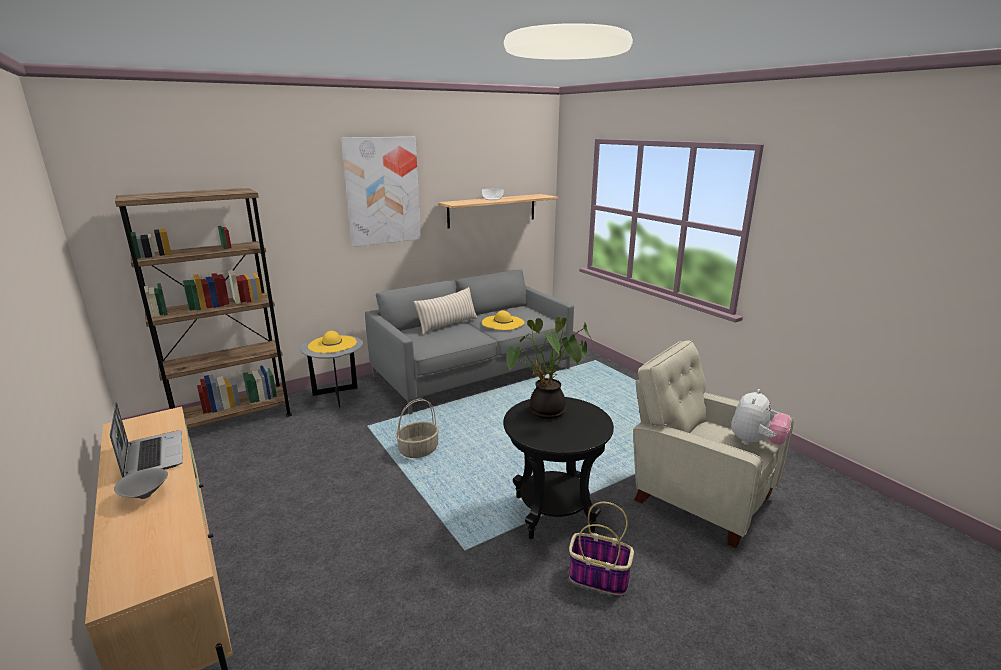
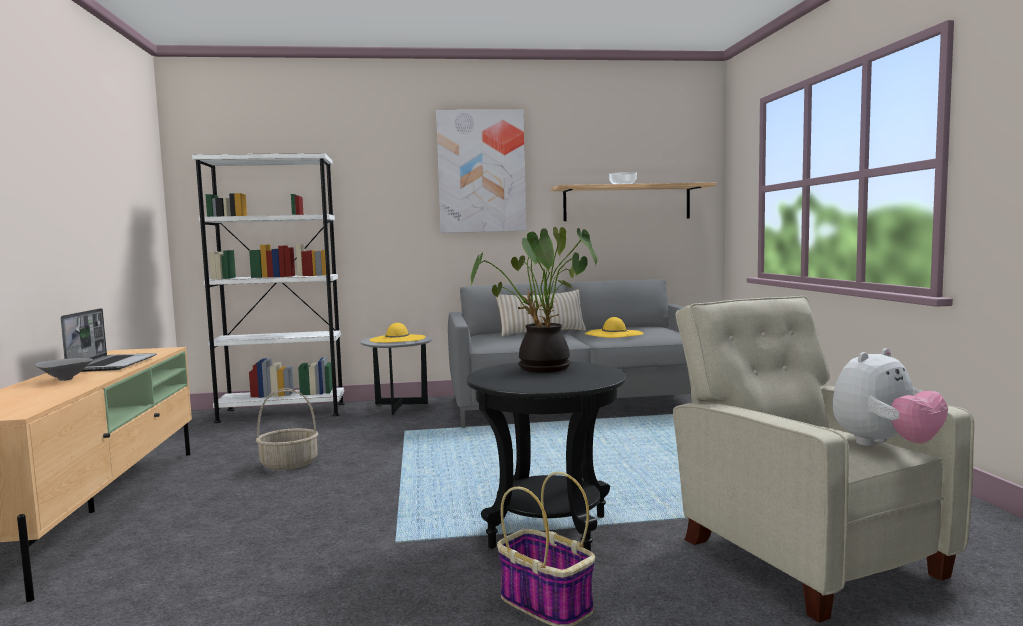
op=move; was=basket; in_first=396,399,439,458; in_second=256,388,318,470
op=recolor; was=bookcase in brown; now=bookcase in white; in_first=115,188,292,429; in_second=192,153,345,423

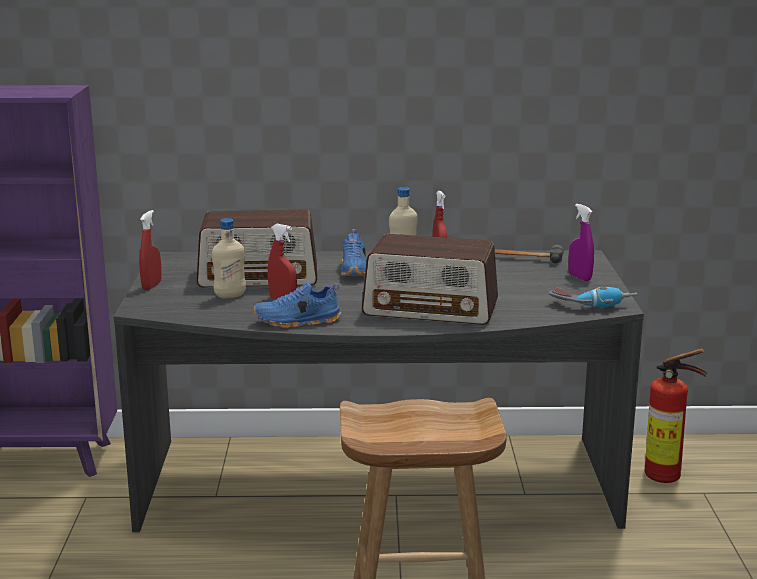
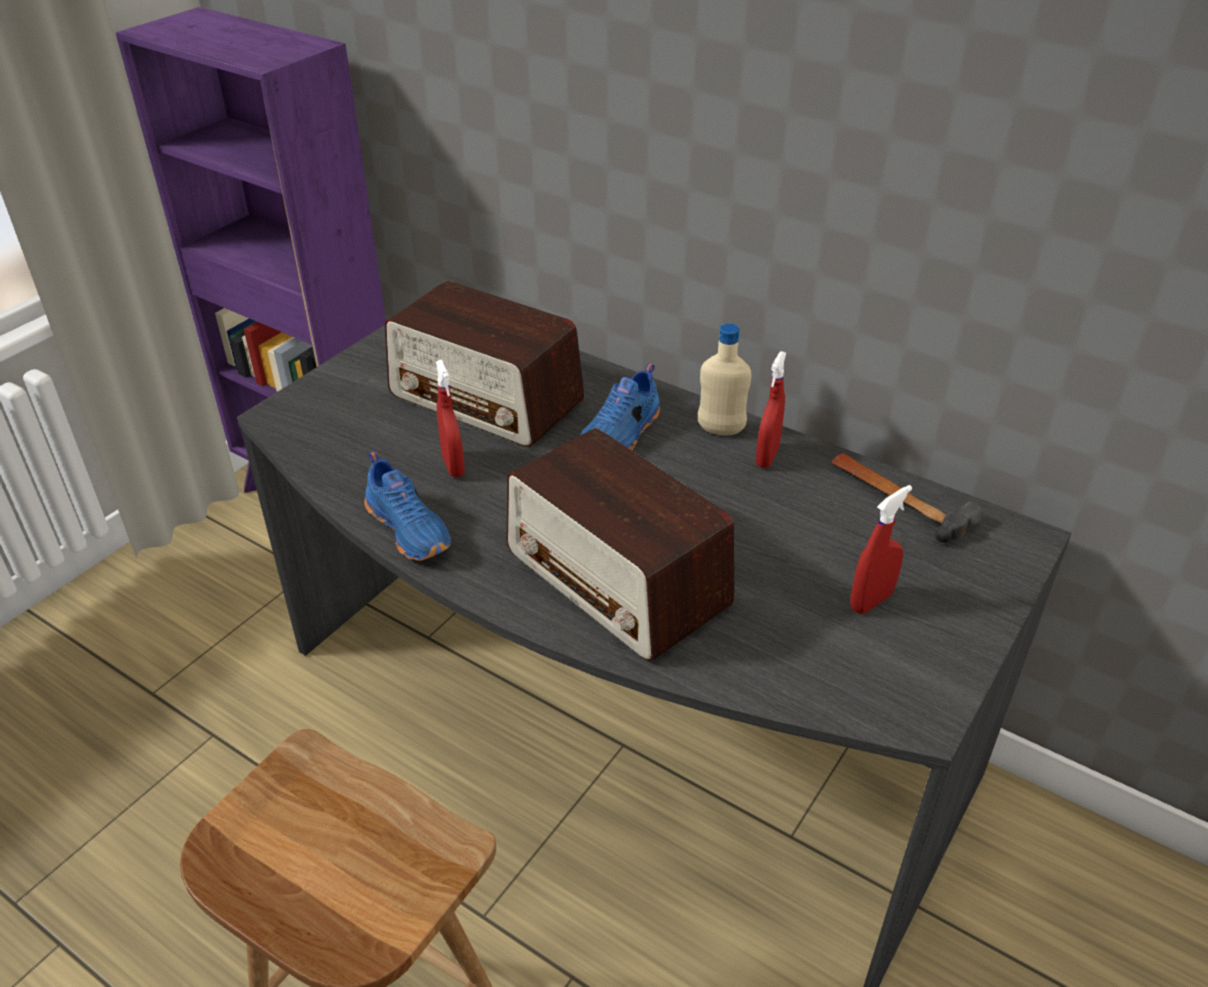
op=delete; was=bottle in beige; in_first=212,218,246,298
op=delete; was=power drill; in_first=549,286,637,309
op=delete; was=spray bottle in purple; in_first=568,204,594,281
op=delete; was=fire extinguisher; in_first=645,348,707,483
op=move; was=spray bottle in red; in_first=139,210,162,290; in_second=851,485,912,614
op=rotate; was=shoe in blue; in_first=253,282,342,328; in_second=364,452,451,561; clockwise=-150

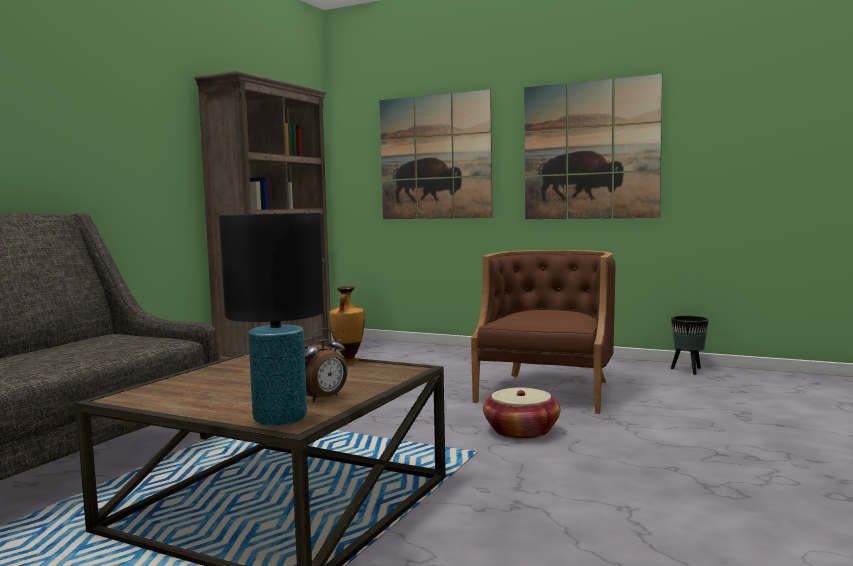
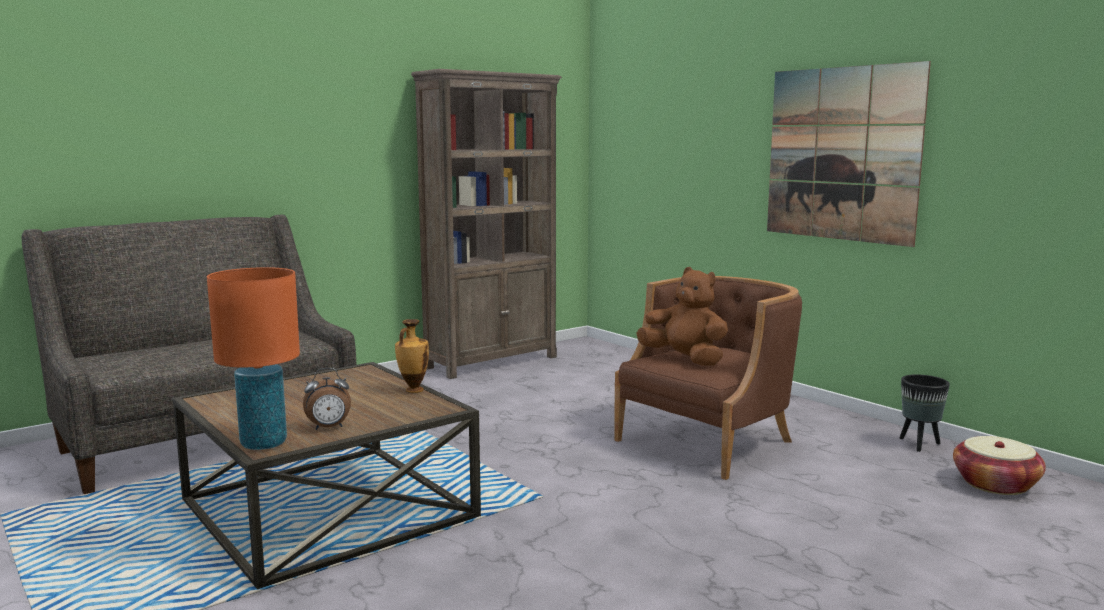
op=delete; was=picture; in_first=379,89,493,219
op=insert; now=plush toy in brown; in_second=636,267,728,366
op=move; was=basket; in_first=483,387,560,440; in_second=953,436,1046,495
op=recolor; was=table lamp in black; now=table lamp in orange; in_first=219,213,324,426; in_second=207,267,300,450

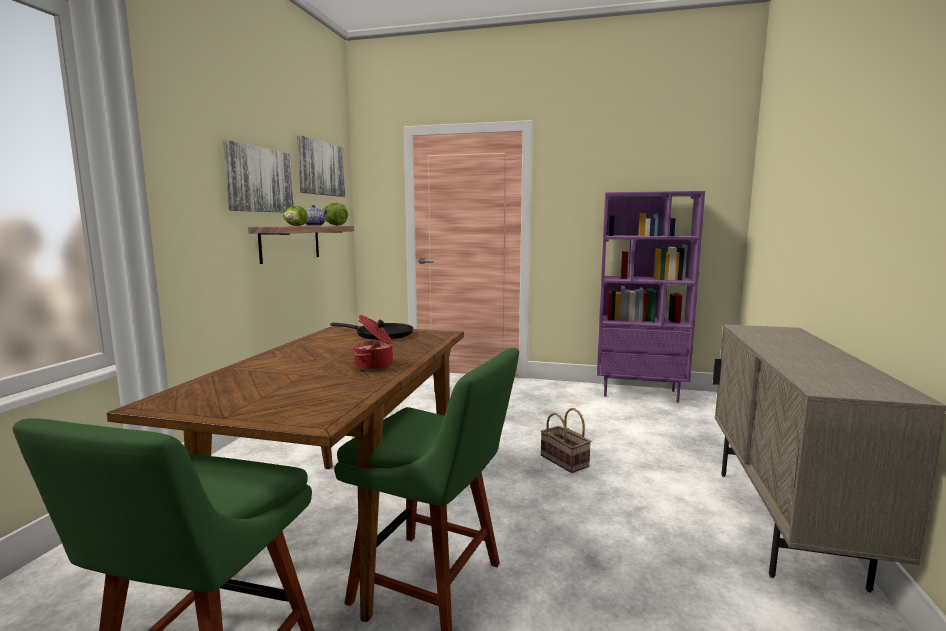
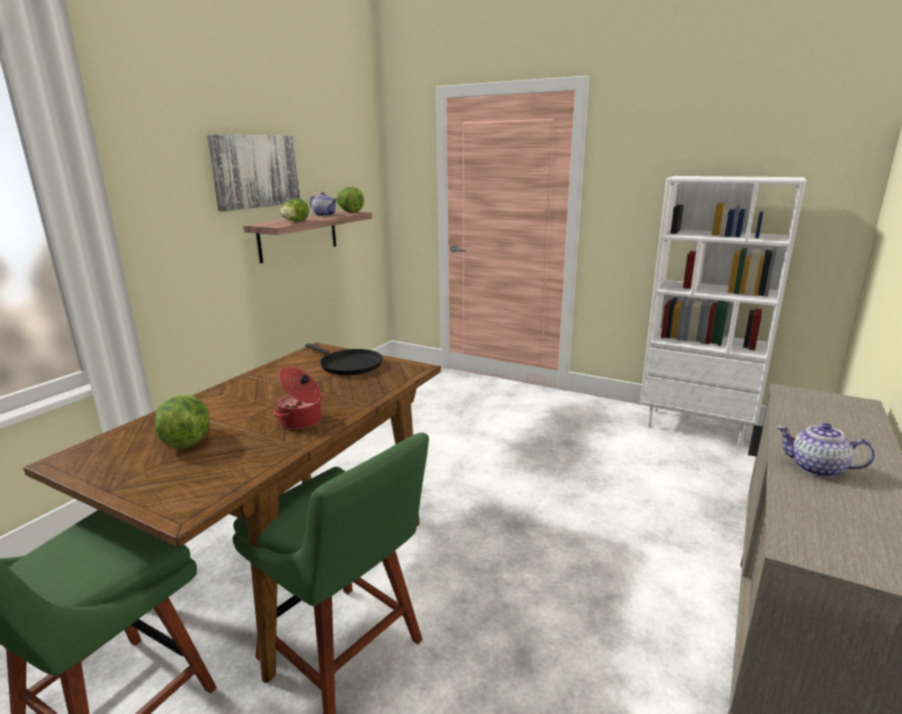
op=delete; was=picture; in_first=297,135,345,197
op=delete; was=basket; in_first=541,408,591,473
op=insert; now=lettuce; in_second=155,395,210,449
op=insert; now=teapot; in_second=776,423,875,478
op=recolor; was=bookcase in purple; now=bookcase in white; in_first=597,191,705,402; in_second=640,176,806,446

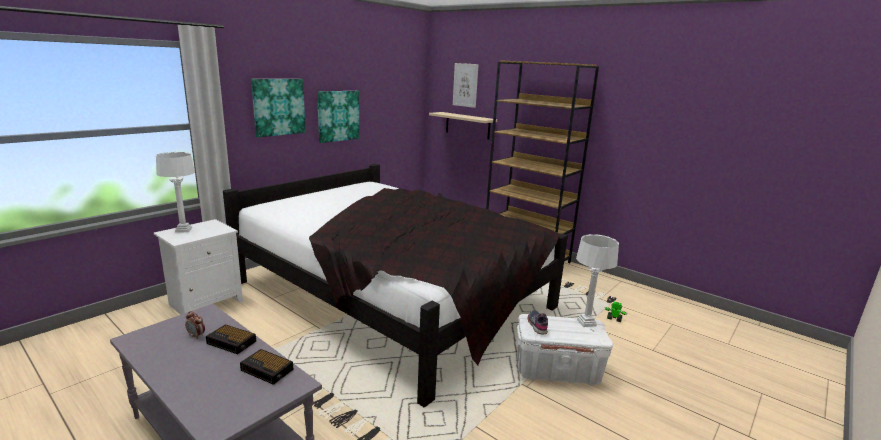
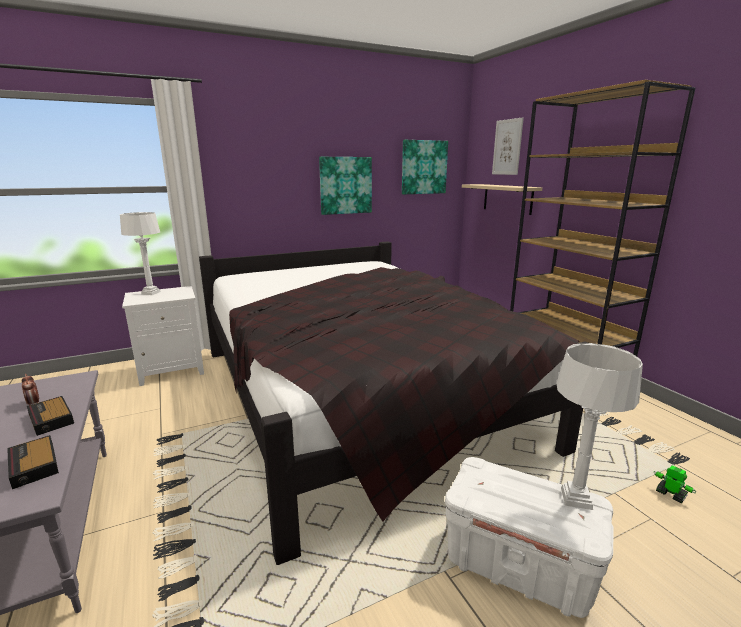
op=delete; was=shoe in grey; in_first=528,310,548,334
op=move; was=picture; in_first=251,79,306,137; in_second=402,140,448,194

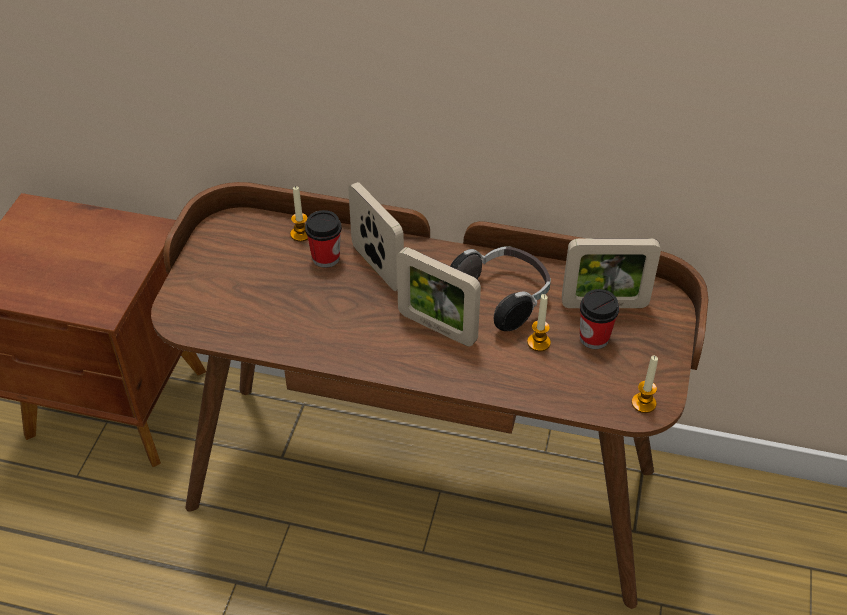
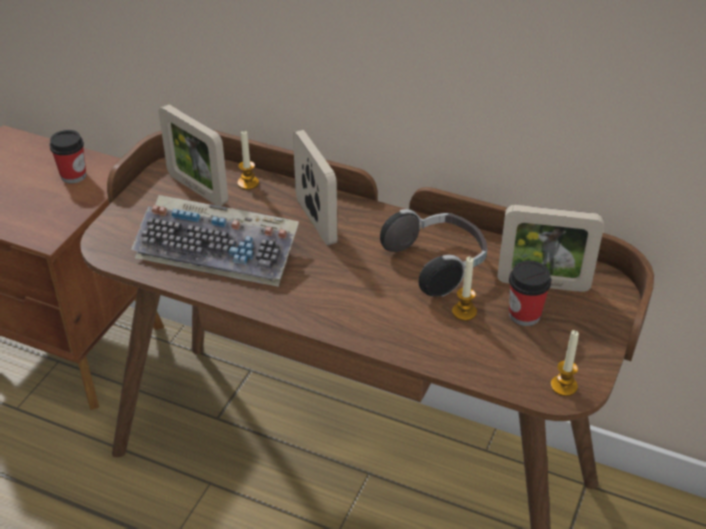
op=insert; now=keyboard; in_second=131,195,299,287
op=move; was=cup; in_first=305,210,342,268; in_second=49,130,86,183
op=move; was=picture frame; in_first=397,247,481,346; in_second=159,104,228,206

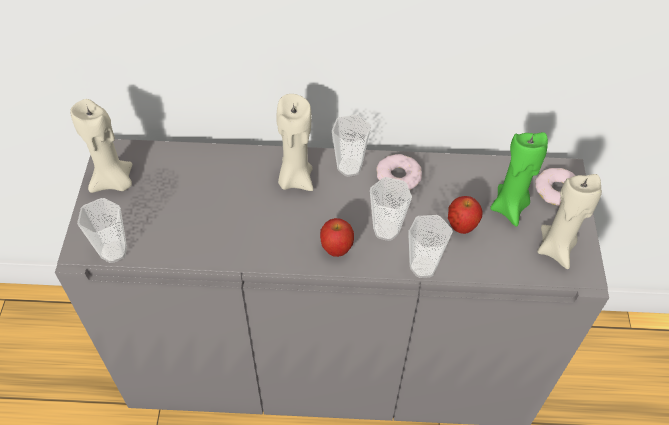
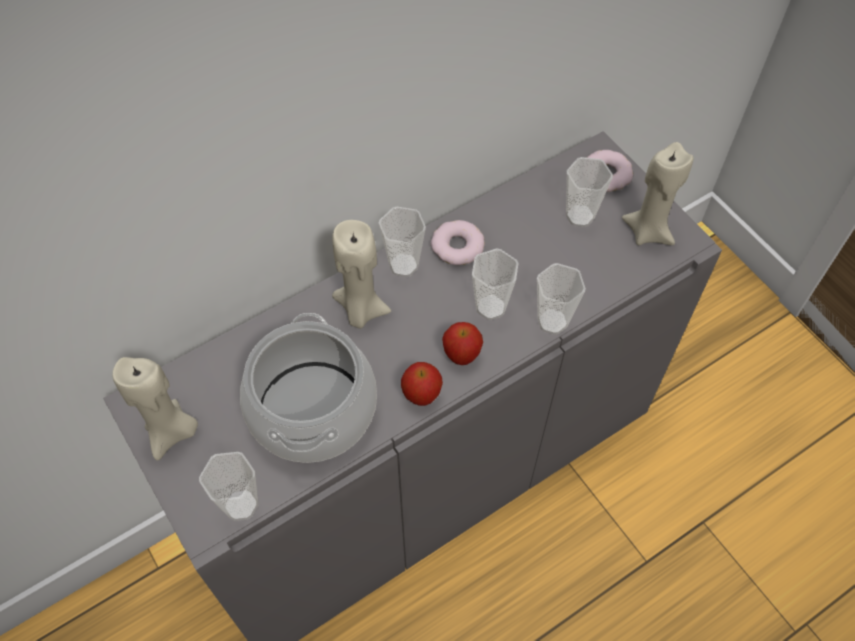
op=insert; now=cooking pot; in_second=240,313,377,463
op=move; was=apple; in_first=448,196,483,234; in_second=401,362,443,406
op=replace; was=candle in green; now=cup; in_first=490,132,548,227; in_second=566,157,613,227

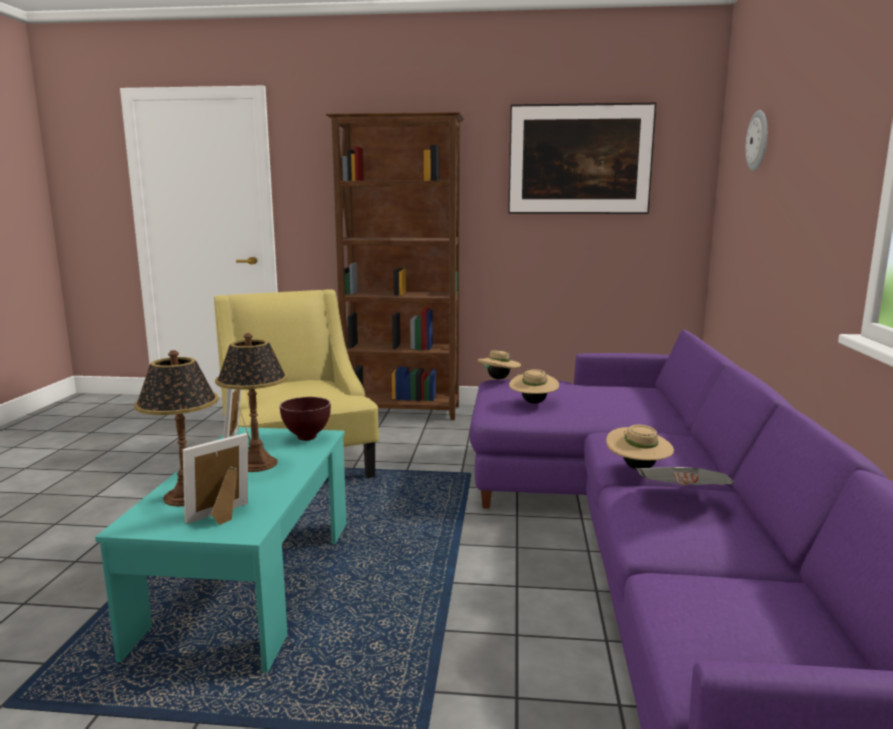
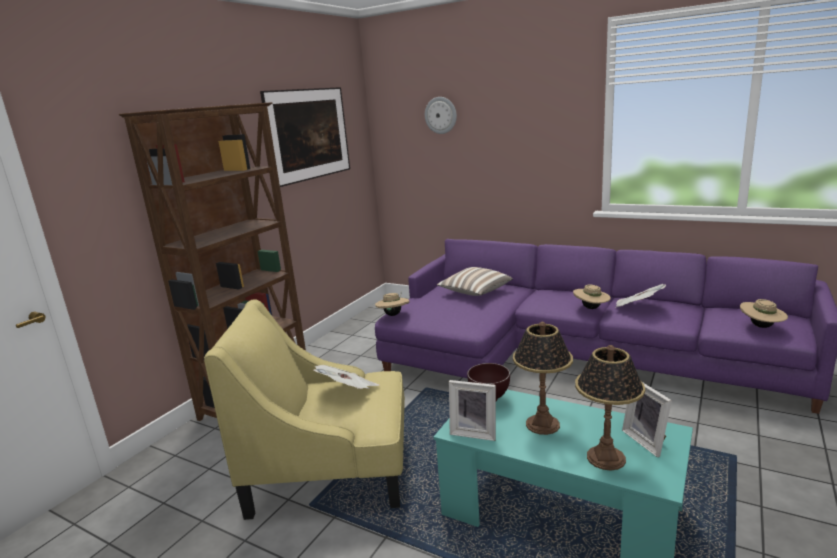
op=insert; now=newspaper; in_second=313,365,379,389
op=insert; now=pillow; in_second=437,267,513,296
op=move; was=hat in beige; in_first=509,369,559,404; in_second=740,299,788,328

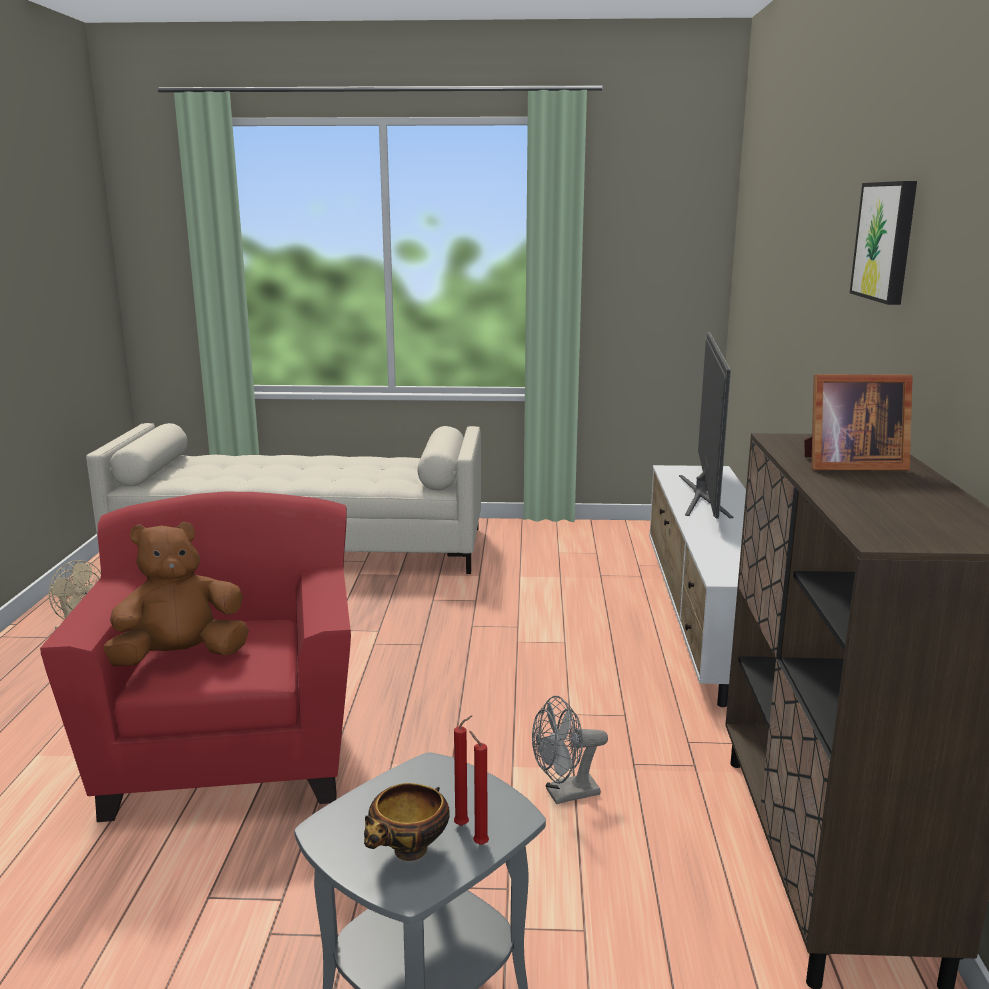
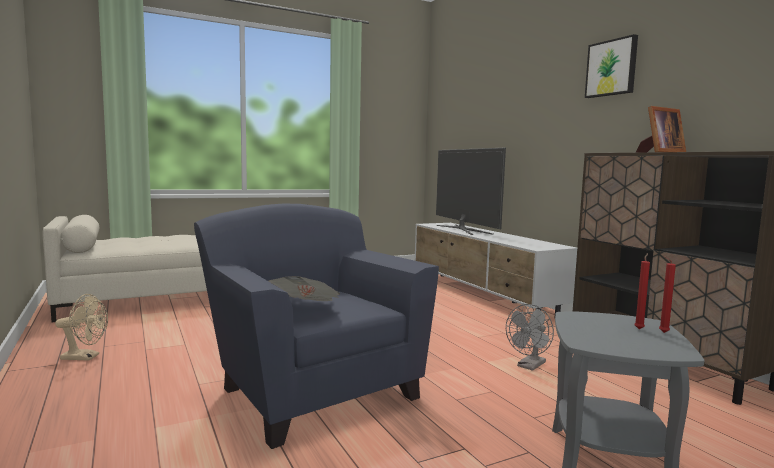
op=delete; was=bowl; in_first=364,783,450,861
op=replace; was=plush toy in brown; now=newspaper; in_first=104,521,249,666; in_second=269,276,340,301
op=recolor; was=armchair in red; now=armchair in blue; in_first=40,492,351,822; in_second=194,204,439,449

